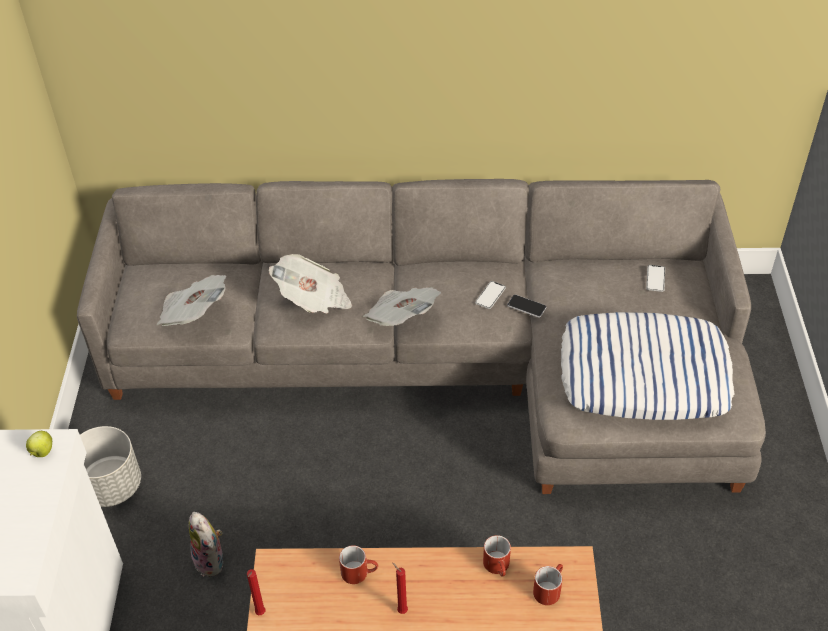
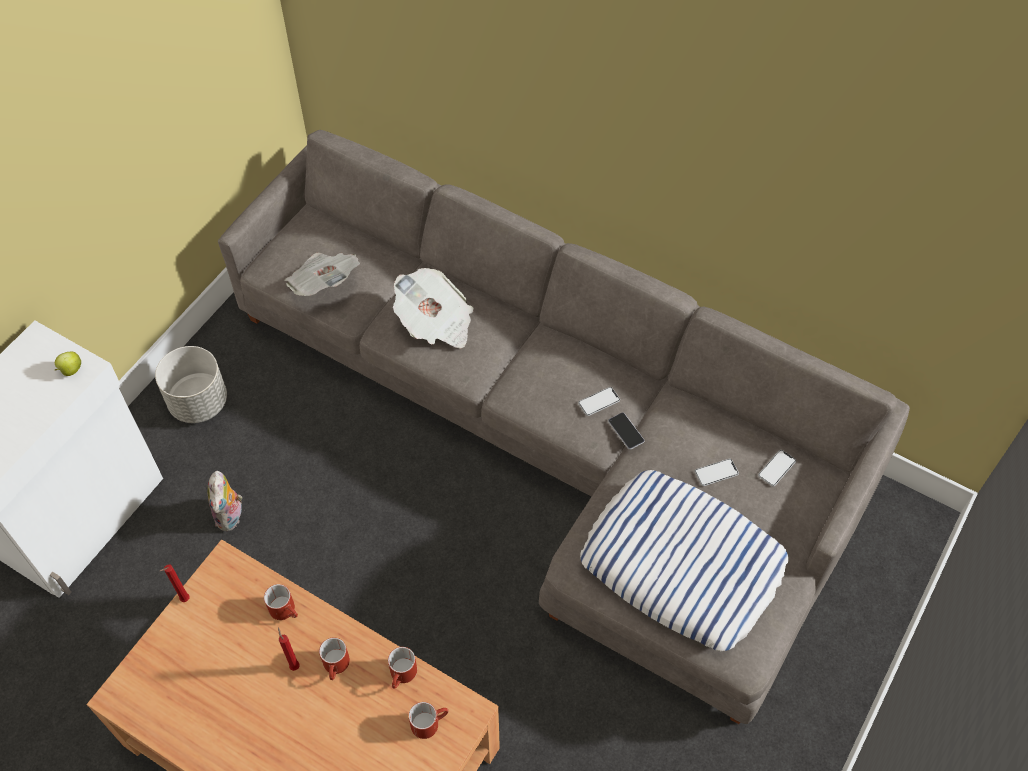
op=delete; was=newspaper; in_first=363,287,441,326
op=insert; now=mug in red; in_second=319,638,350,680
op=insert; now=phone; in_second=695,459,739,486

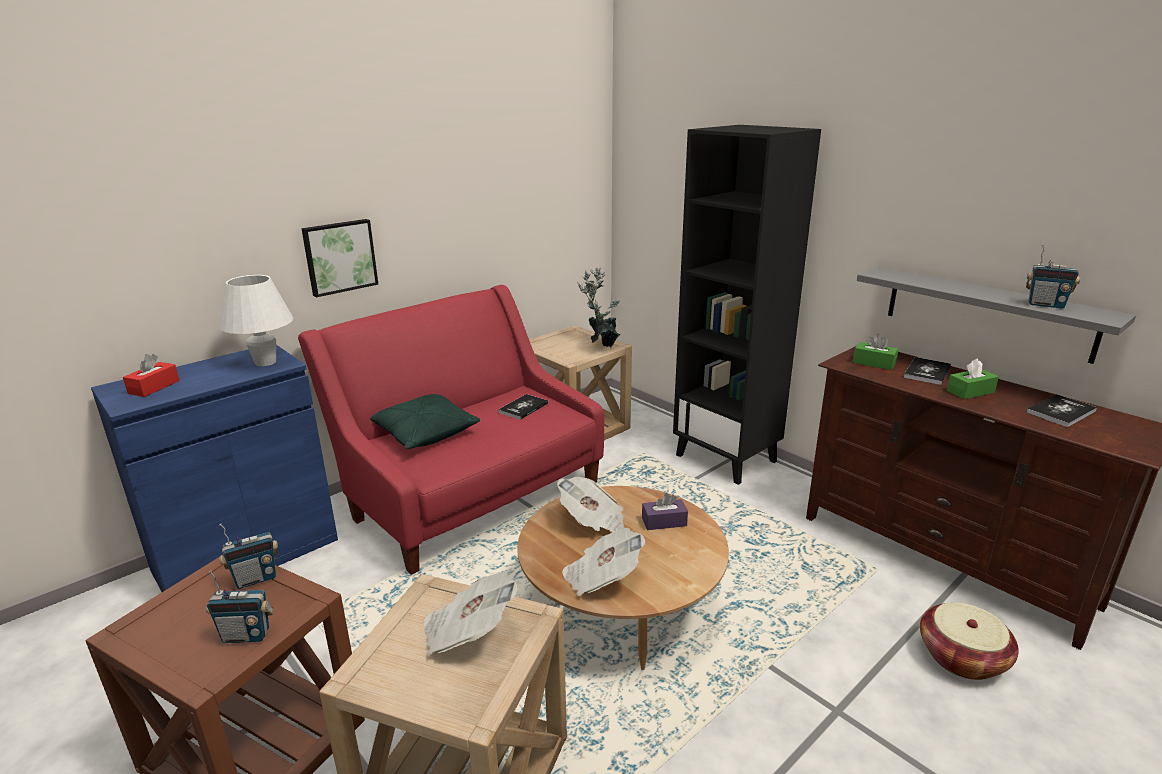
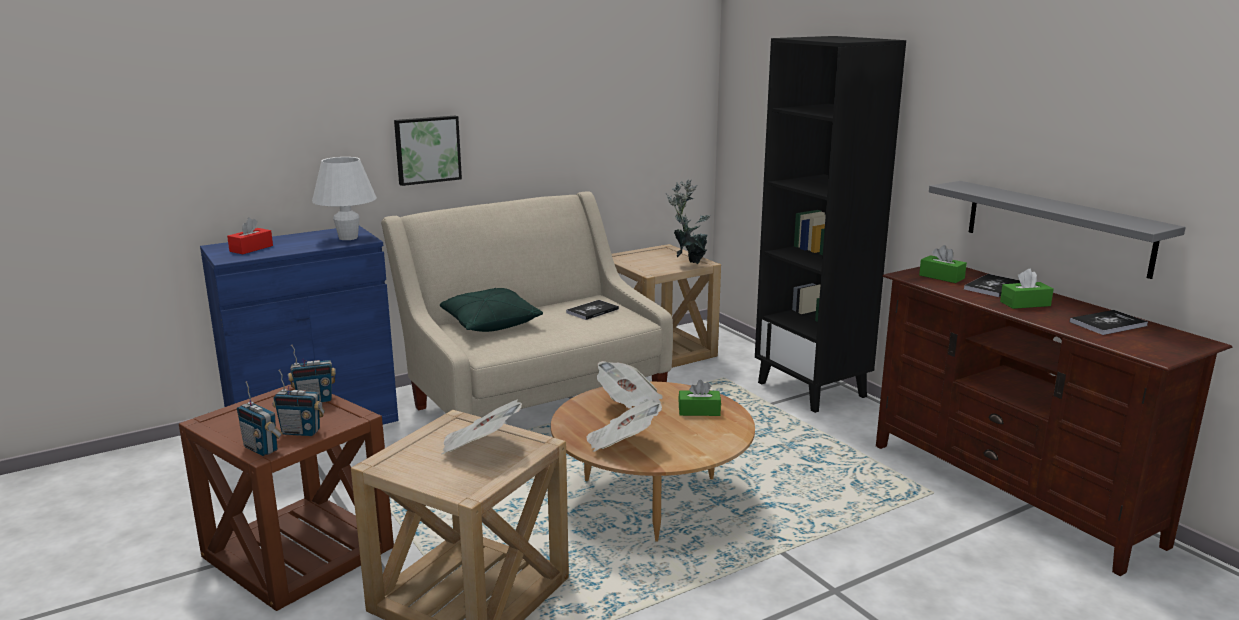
op=delete; was=basket; in_first=920,602,1019,680
op=move; was=radio; in_first=1026,244,1080,309; in_second=237,381,283,456
op=recolor; was=sofa in red; now=sofa in beige; in_first=298,285,604,575; in_second=381,191,673,417
op=recolor; was=tissue box in purple; now=tissue box in green; in_first=642,493,688,530; in_second=678,380,721,416

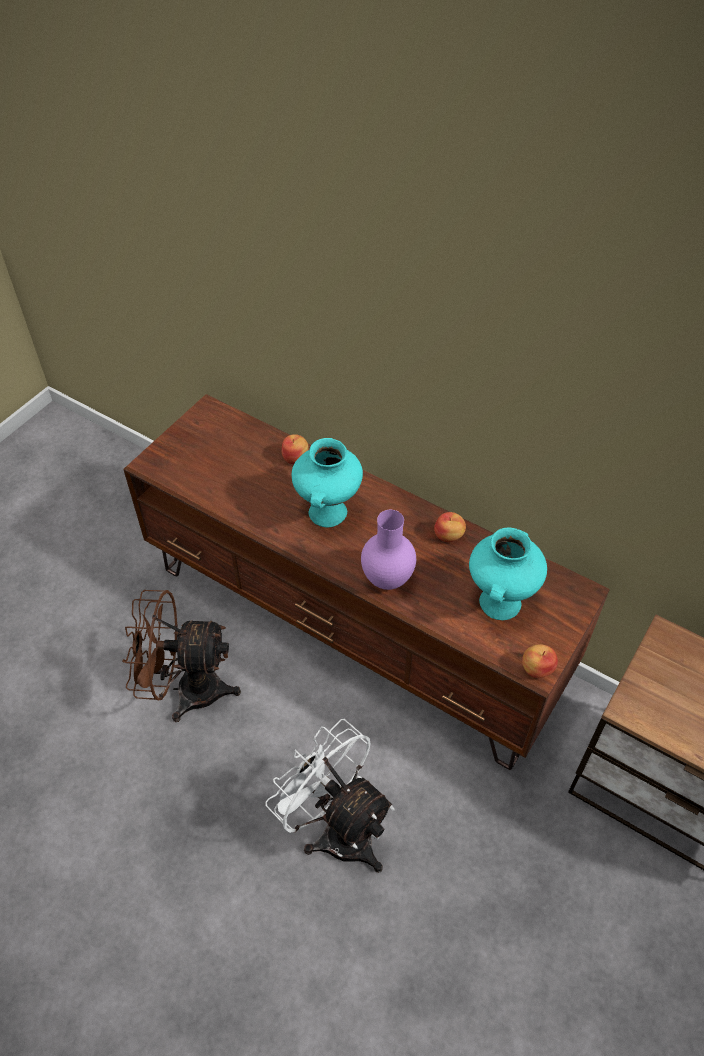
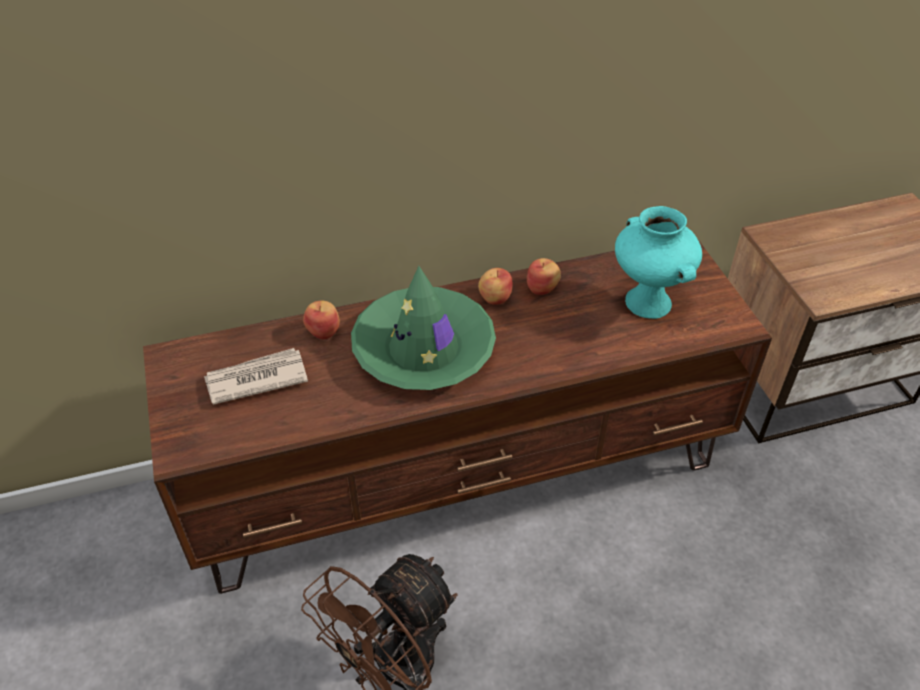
op=delete; was=fan in white; in_first=266,719,395,873
op=delete; was=vase in purple; in_first=361,510,416,590
op=insert; now=newspaper; in_second=204,348,308,405
op=move; was=apple; in_first=522,645,558,678; in_second=478,268,513,305
op=replace; was=vase in turquoise; now=hat in green; in_first=292,438,363,527; in_second=351,266,496,390

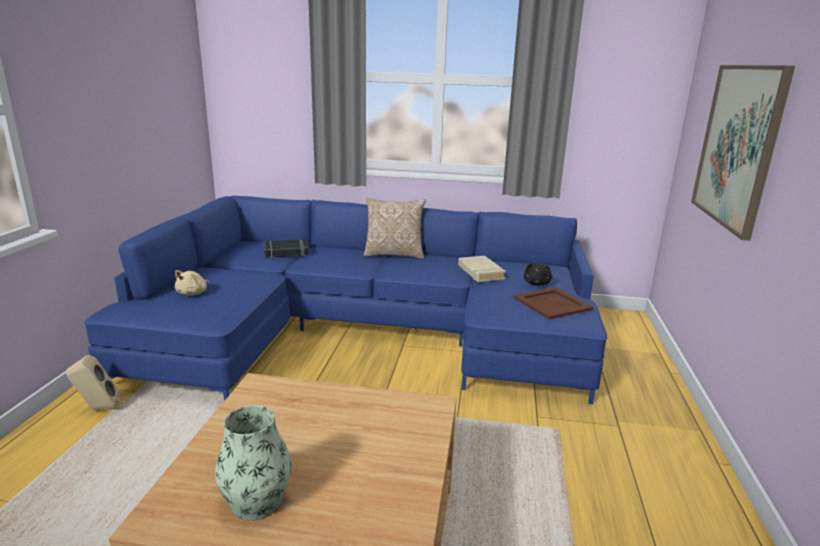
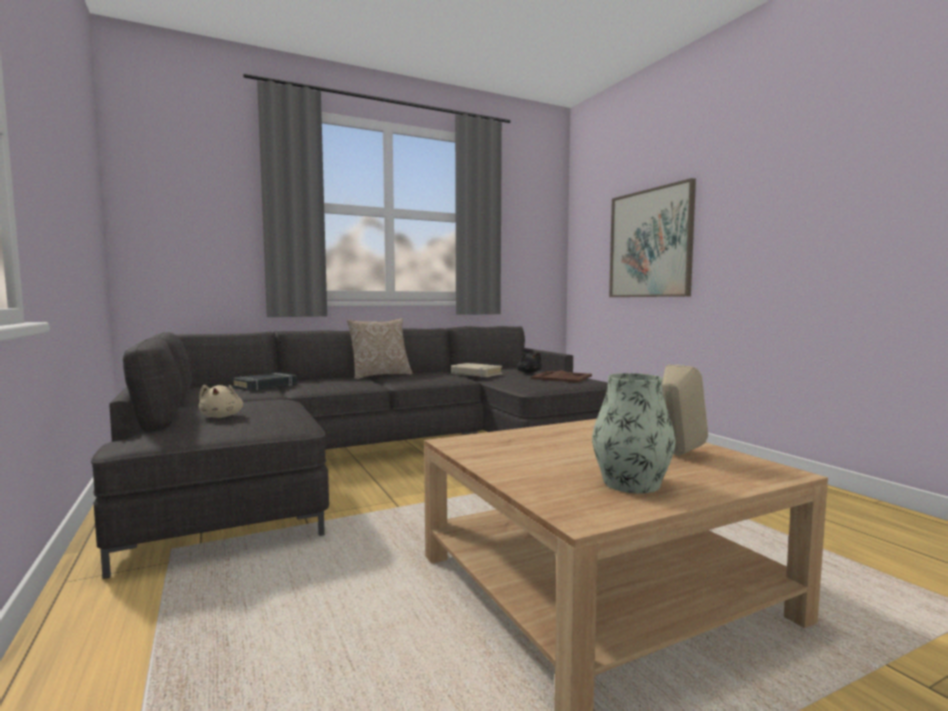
op=move; was=speaker in beige; in_first=66,355,120,410; in_second=662,365,708,456
op=recolor; was=sofa in blue; now=sofa in grey; in_first=84,196,607,404; in_second=91,326,608,579

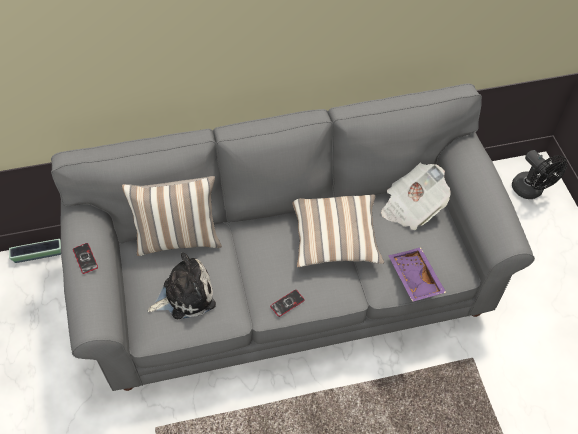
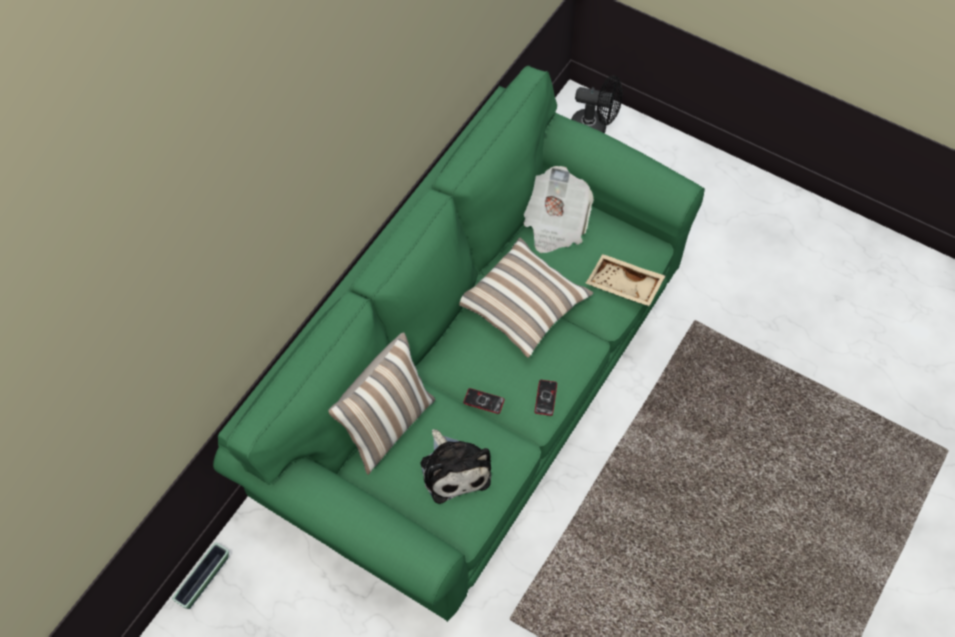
op=move; was=phone; in_first=73,243,98,274; in_second=463,388,505,414
op=recolor; was=sofa in grey; now=sofa in green; in_first=51,84,535,391; in_second=213,66,705,622
op=recolor; was=tray in purple; now=tray in beige; in_first=388,247,446,302; in_second=586,254,665,306
op=rotate; was=plush toy; in_first=148,252,216,319; in_second=420,429,491,504; clockwise=135

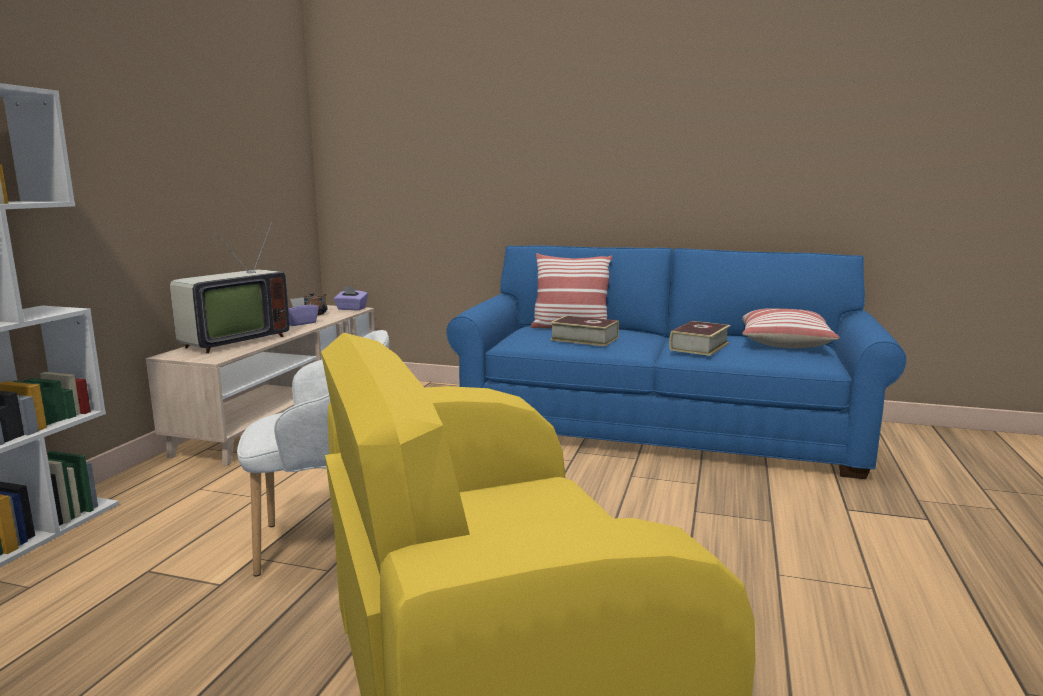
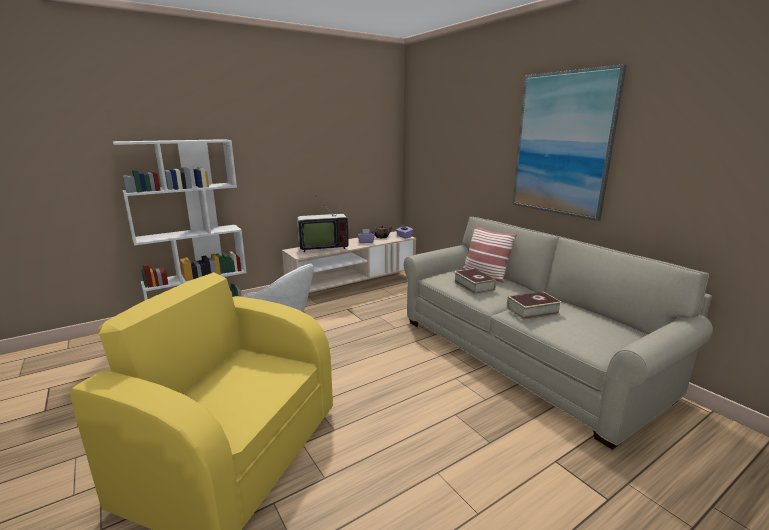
op=delete; was=pillow; in_first=742,308,840,348
op=insert; now=picture; in_second=512,64,627,221
op=recolor; was=sofa in blue; now=sofa in beige; in_first=446,246,906,479; in_second=404,216,713,450

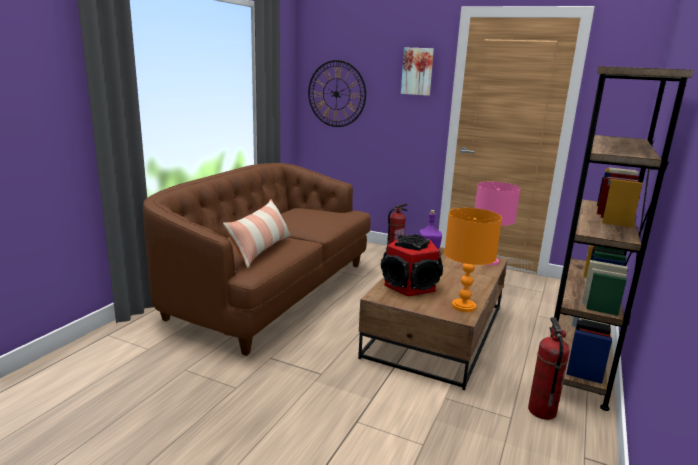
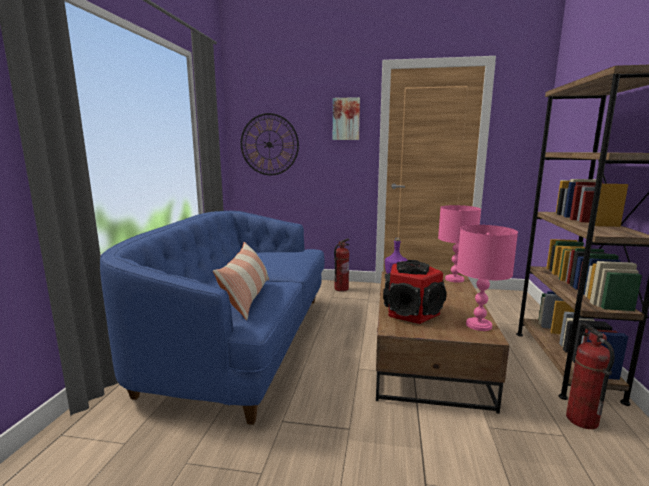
op=recolor; was=sofa in brown; now=sofa in blue; in_first=143,163,371,356; in_second=100,211,325,425
op=recolor; was=table lamp in orange; now=table lamp in pink; in_first=444,208,502,312; in_second=457,225,518,331

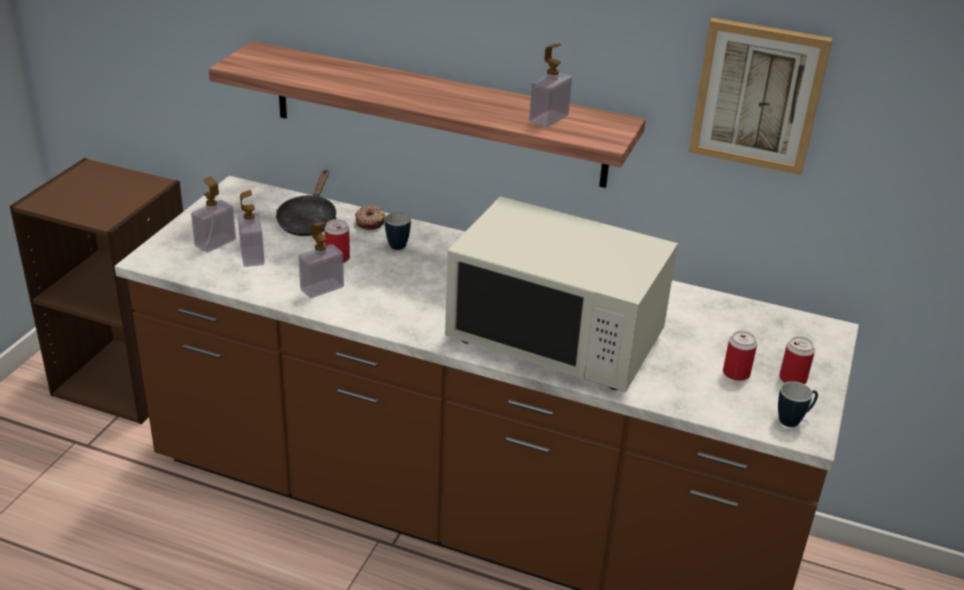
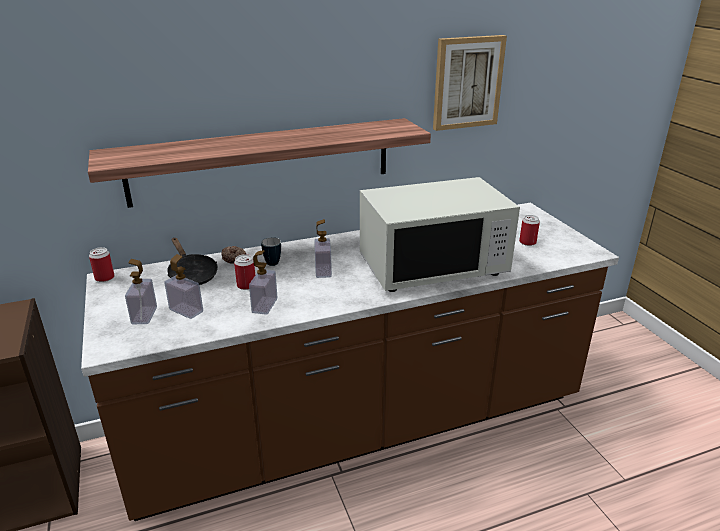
op=delete; was=mug; in_first=778,381,818,427
op=move; was=soap dispenser; in_first=529,44,572,128; in_second=314,219,332,278
op=move; was=can; in_first=779,336,815,384; in_second=89,247,115,282

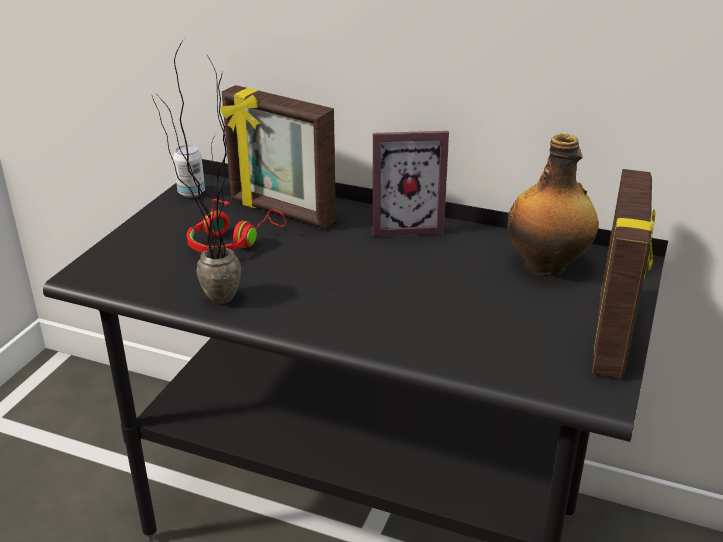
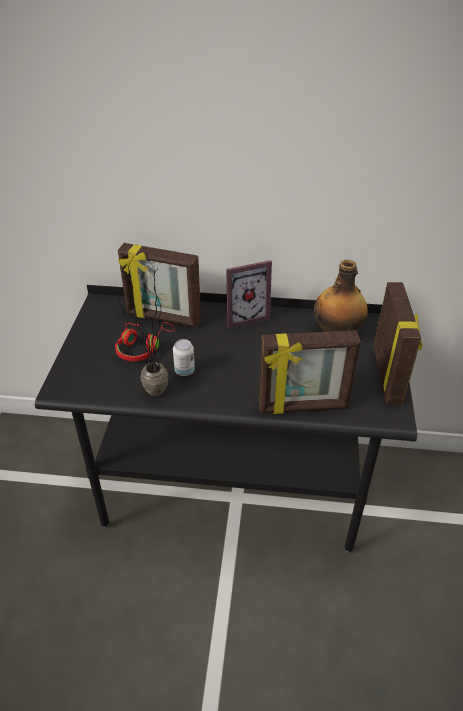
op=insert; now=picture frame; in_second=259,330,361,414
op=move; was=can; in_first=173,145,205,197; in_second=173,339,195,376

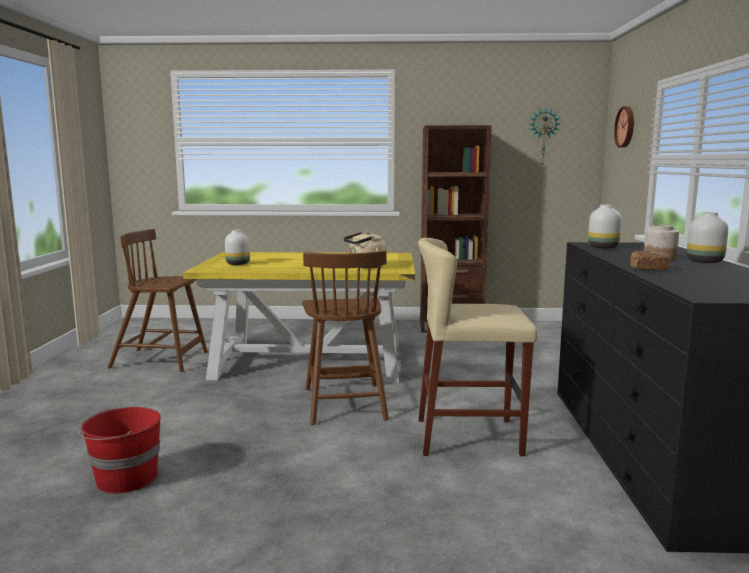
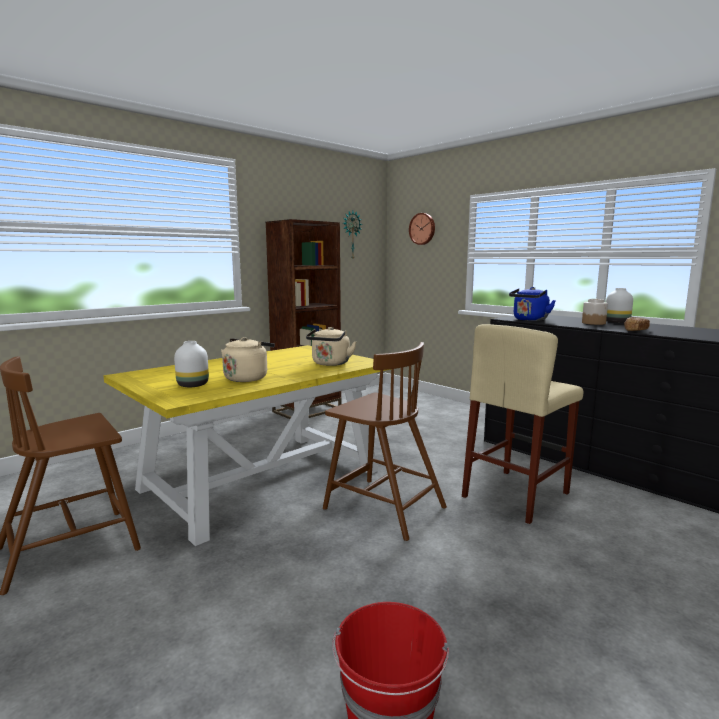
op=insert; now=kettle in beige; in_second=221,337,275,382
op=replace; was=vase in white; now=kettle in blue; in_first=588,205,621,249; in_second=509,287,556,321

